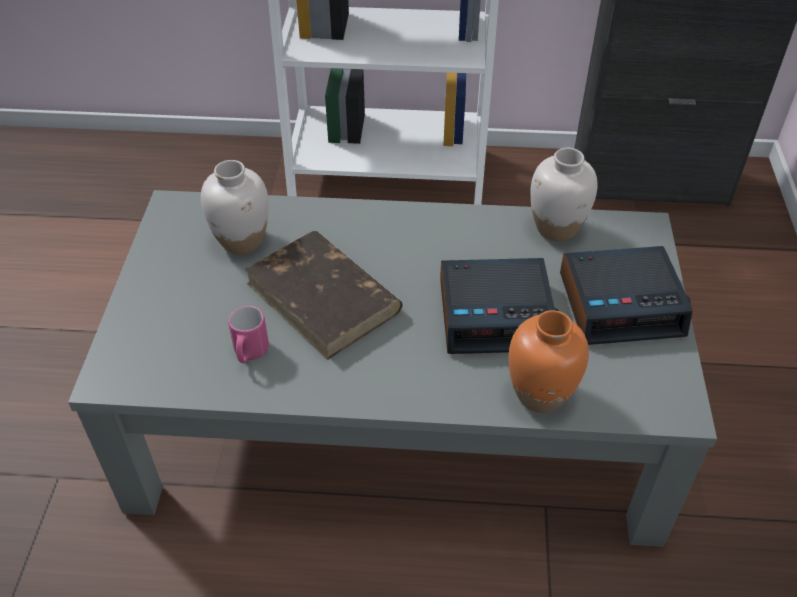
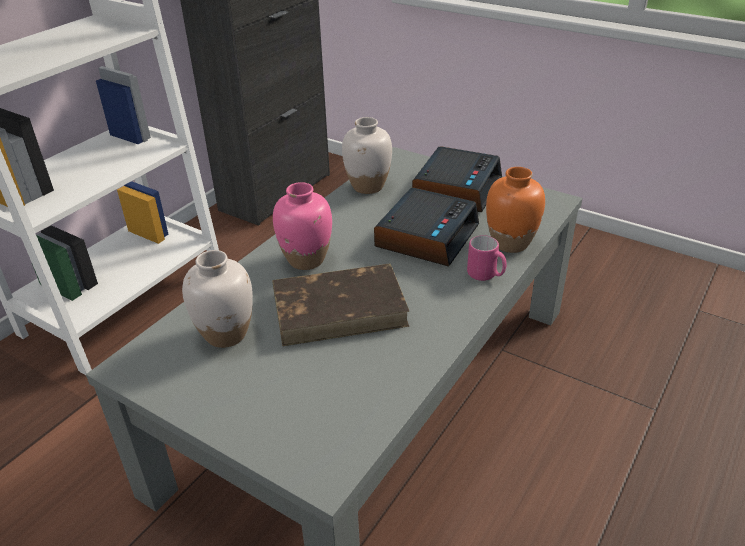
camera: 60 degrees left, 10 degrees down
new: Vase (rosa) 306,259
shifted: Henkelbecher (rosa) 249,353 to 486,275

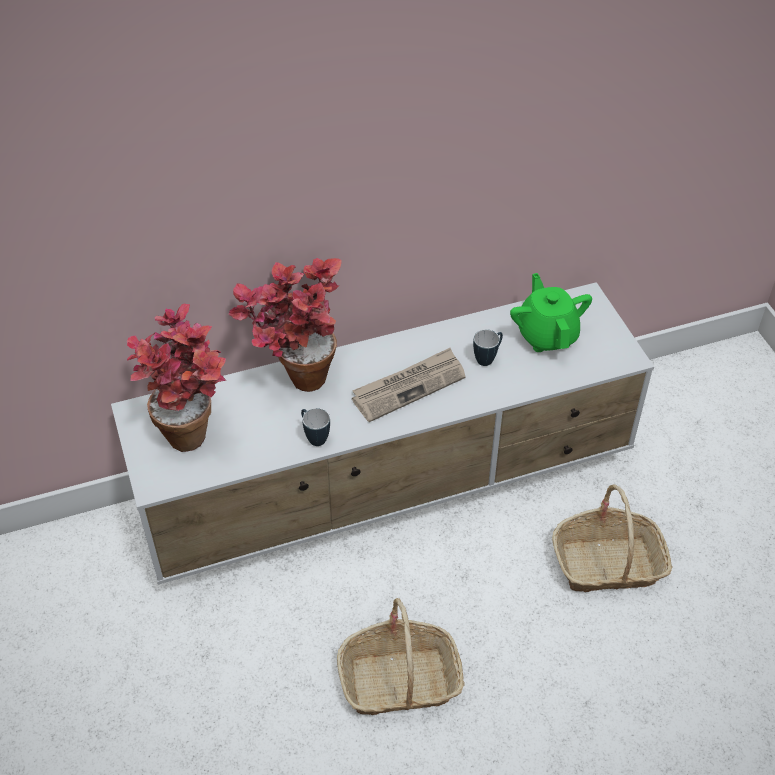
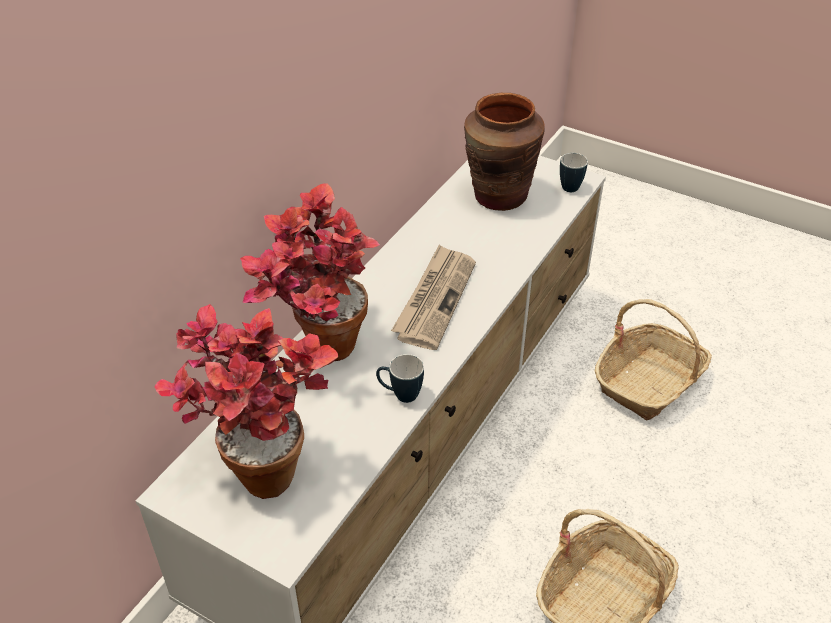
camera: 40 degrees left, 5 degrees down
shifted: Henkelbecher 488,358 to 570,185
swapped: Teekanne (grün) 547,335 to Vase (braun) 499,196

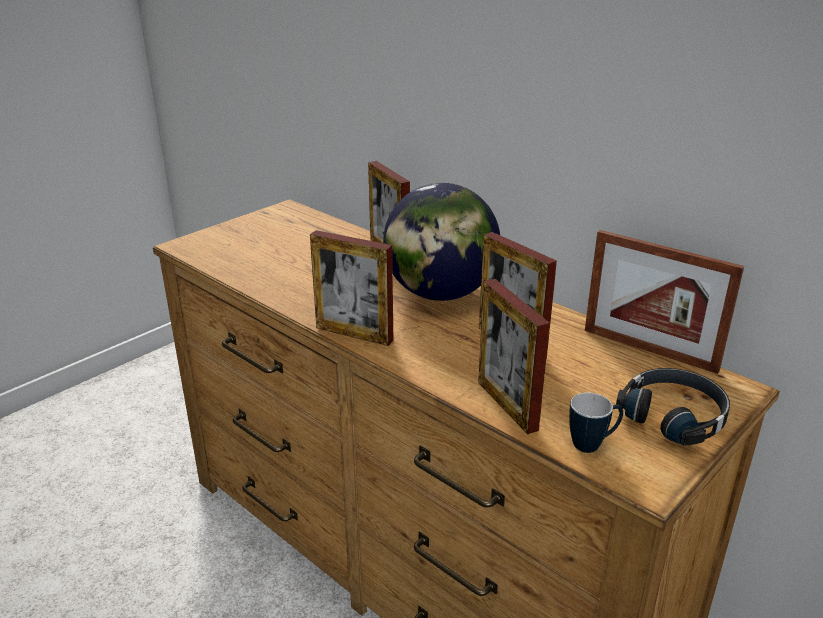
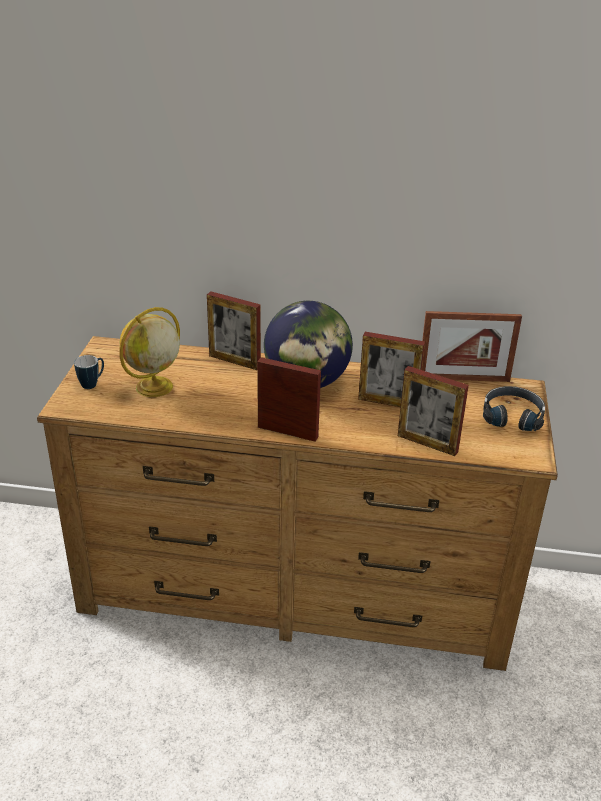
camera: 35 degrees left, 5 degrees up
new: Globus 153,387
shifted: Henkelbecher 593,444 to 92,384
rotated: Bilderrahmen 354,334 = 287,432 150 degrees counterclockwise

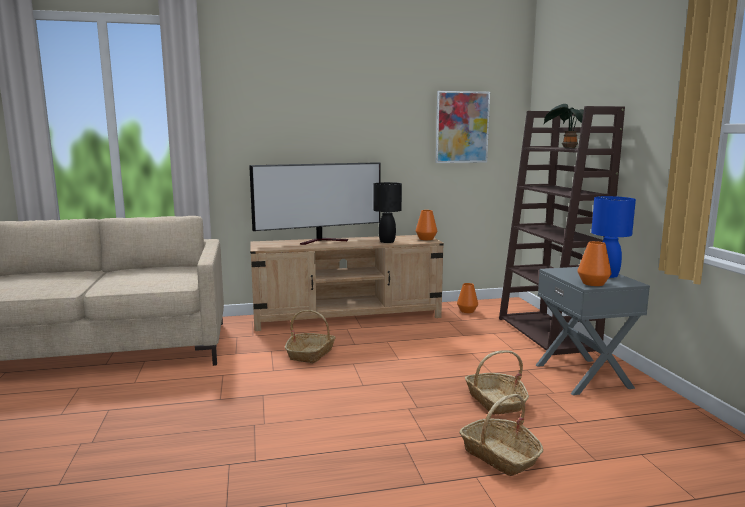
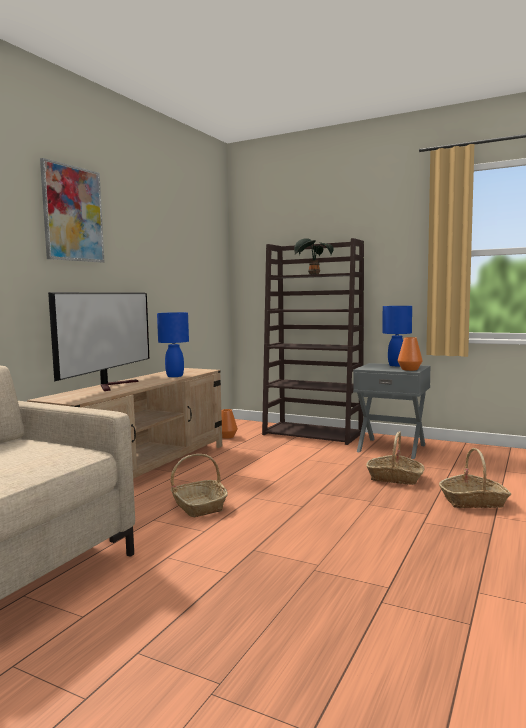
camera: 50 degrees left, 5 degrees down
gone: Vase (orange) 426,239
shifted: Bild 462,127 to 72,214
repainted: Tischlampe (schwarz) 387,241 to Tischlampe (blau) 175,376

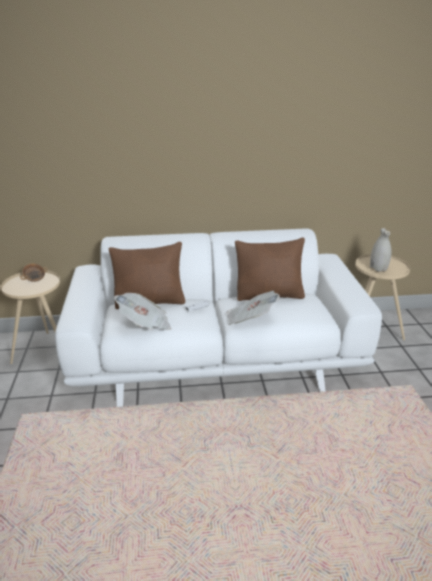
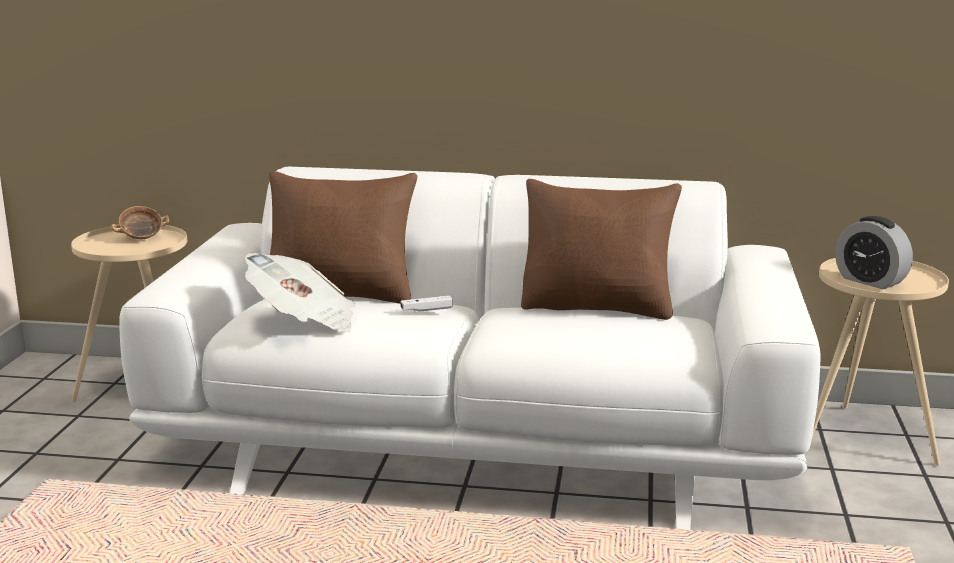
camera: 15 degrees right, 10 degrees down
gone: Zeitung 250,319
swapped: Vase (weiß) 378,269 to Wecker 870,281

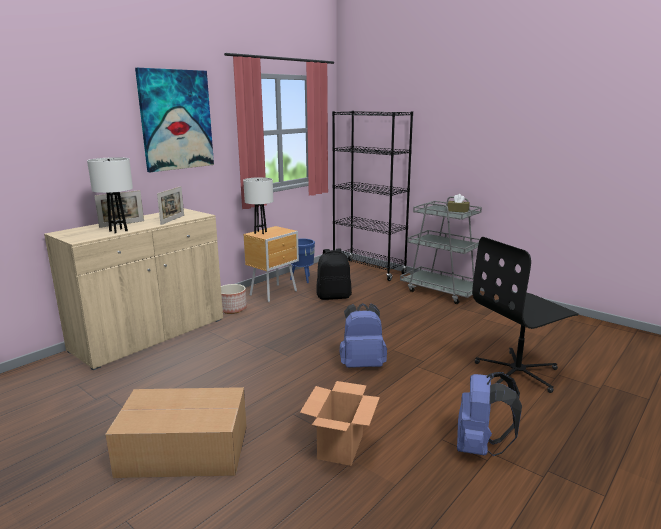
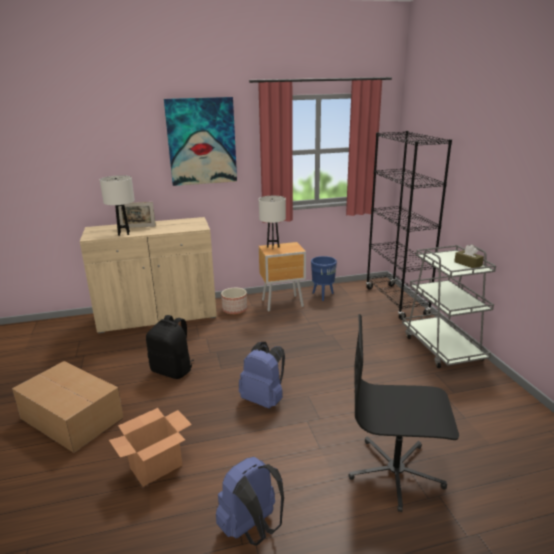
camera: 35 degrees right, 5 degrees up
gone: Bilderrahmen 172,220
shifted: Rucksack (schwarz) 334,296 to 173,370

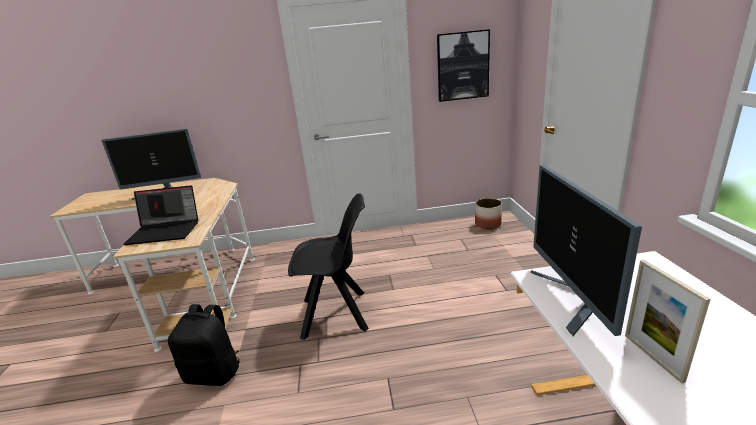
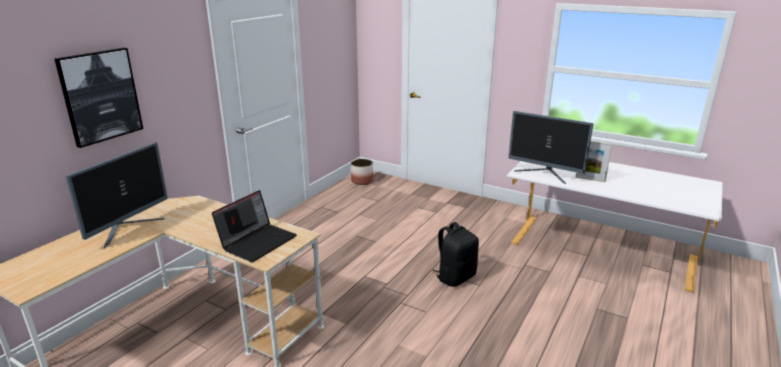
camera: 55 degrees left, 0 degrees up
gone: Stuhl (schwarz) 337,314
shifted: Rucksack (schwarz) 214,373 to 455,277; Bild 462,66 to 100,96

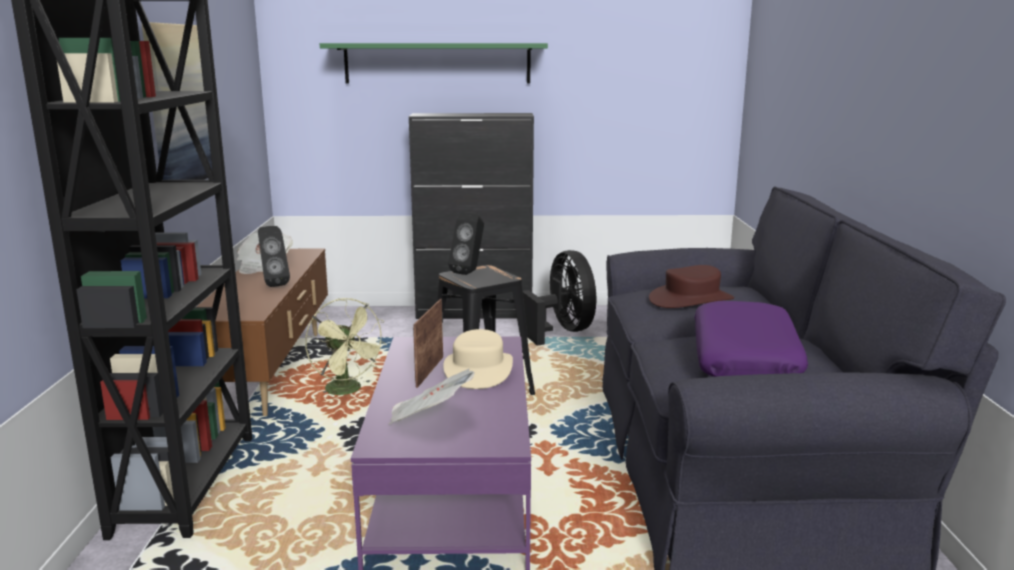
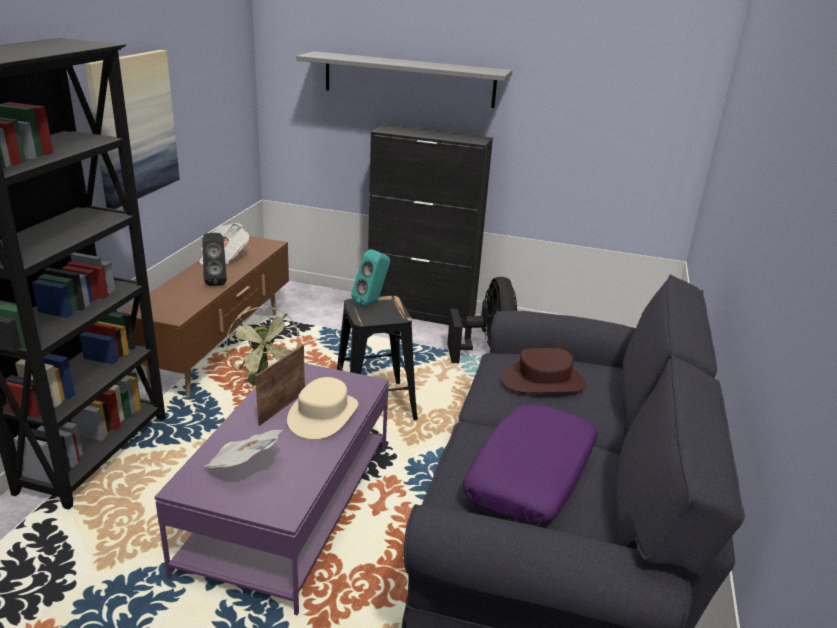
camera: 15 degrees right, 10 degrees up
repainted: Wandregal (grün) 437,63 to Wandregal (grau) 409,79; Lautsprecher (schwarz) 469,272 to Lautsprecher (türkis) 372,303

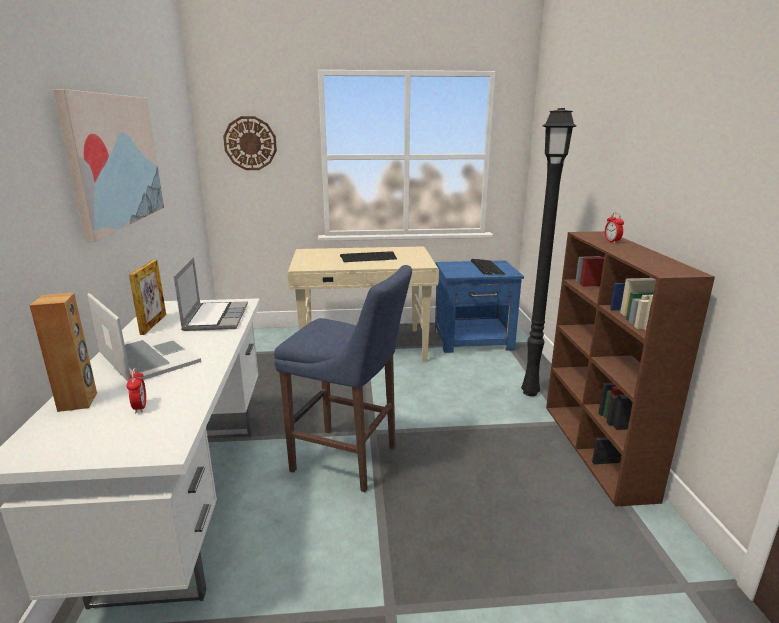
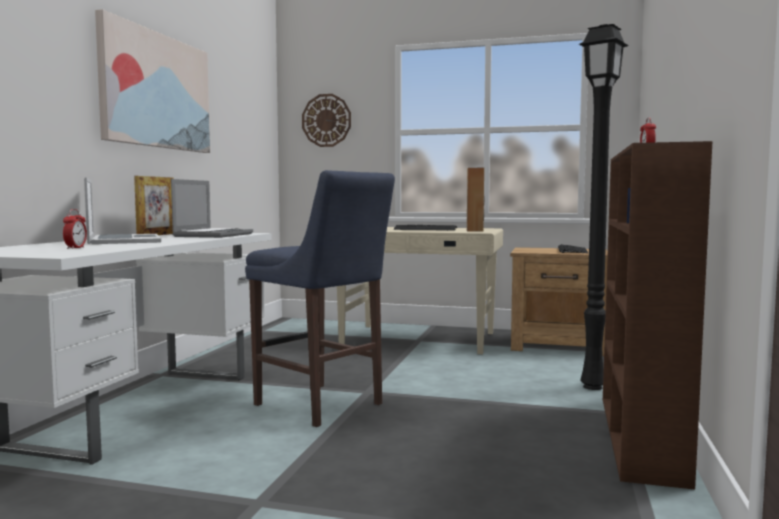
camera: 20 degrees right, 15 degrees down
shifted: Lautsprecher (braun) 78,402 to 475,231
repainted: Nachttisch (blau) 474,340 to Nachttisch (braun) 559,345

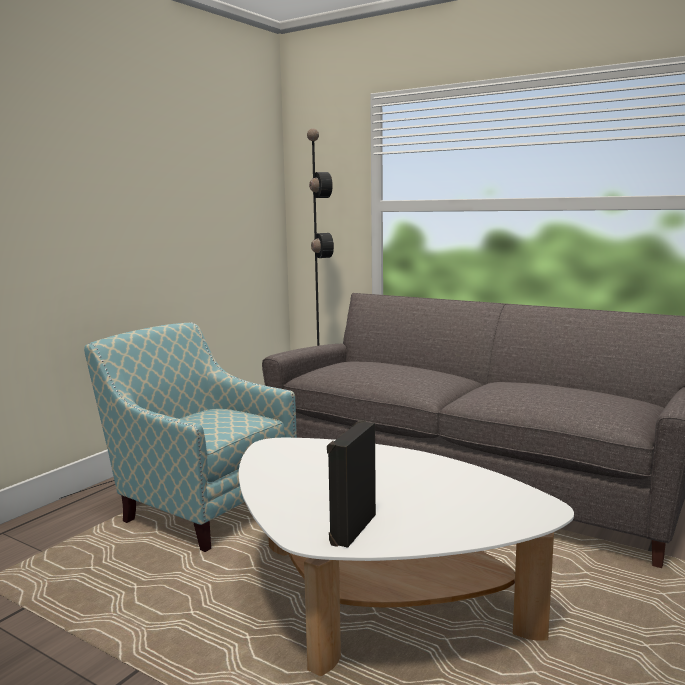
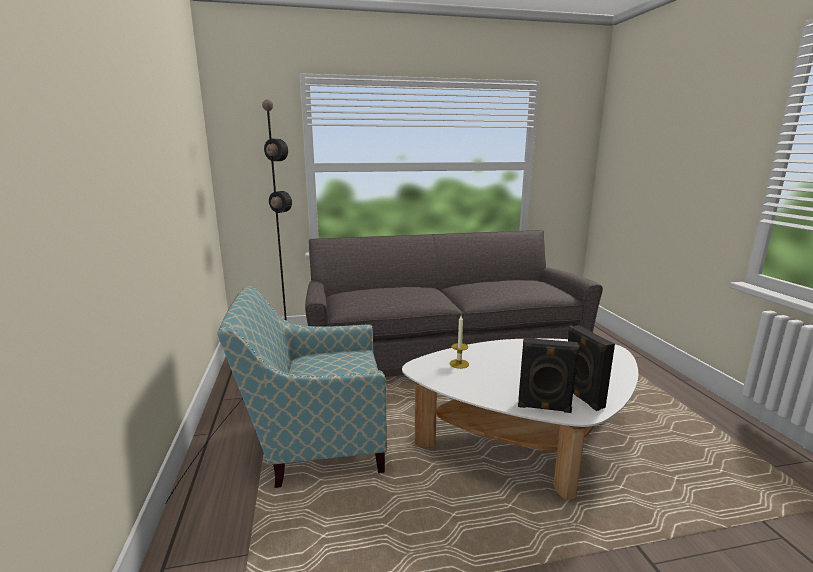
camera: 45 degrees left, 5 degrees up
new: Kerze 459,364; Lautsprecher (schwarz) 544,407

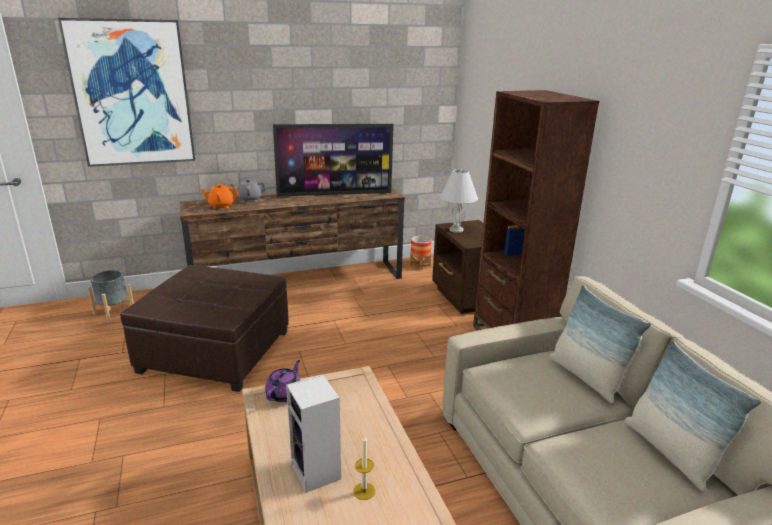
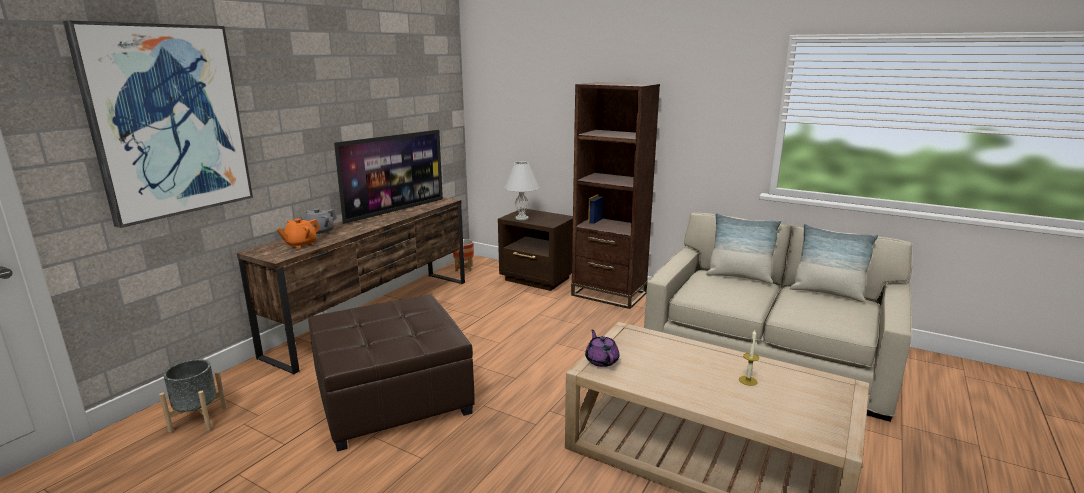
camera: 40 degrees left, 5 degrees down
gone: Lautsprecher 317,473

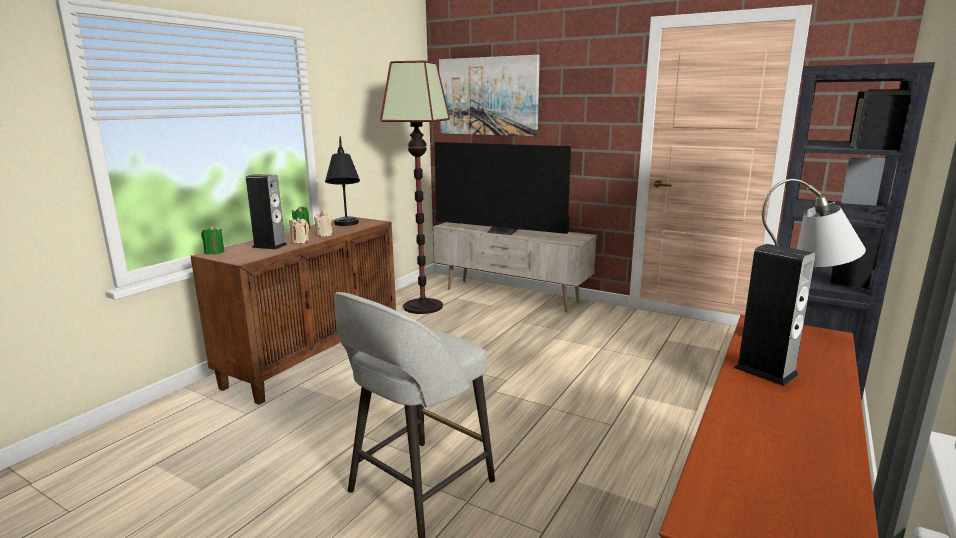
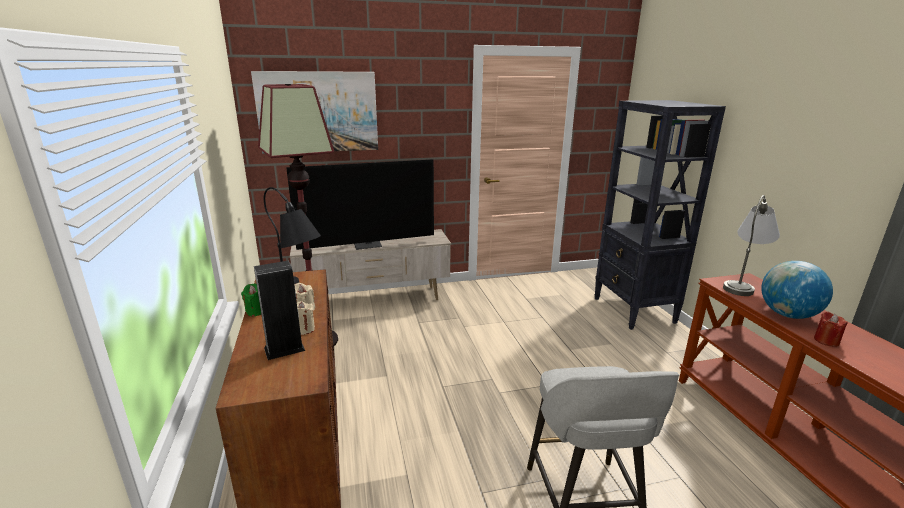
camera: 45 degrees left, 5 degrees up
gone: Kerze (grün) 214,252
new: Kerze (rot) 826,341
swapped: Lautsprecher 765,371 to Globus 787,314

